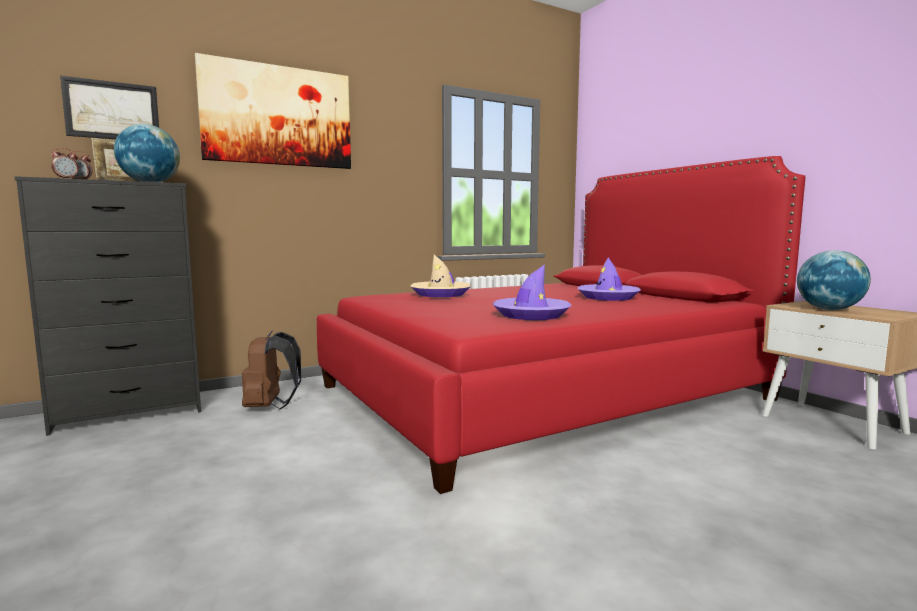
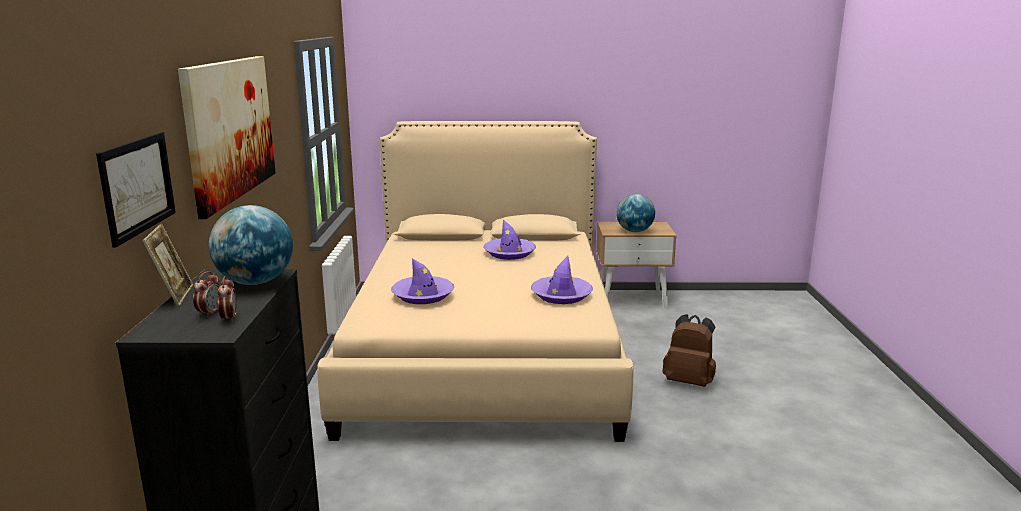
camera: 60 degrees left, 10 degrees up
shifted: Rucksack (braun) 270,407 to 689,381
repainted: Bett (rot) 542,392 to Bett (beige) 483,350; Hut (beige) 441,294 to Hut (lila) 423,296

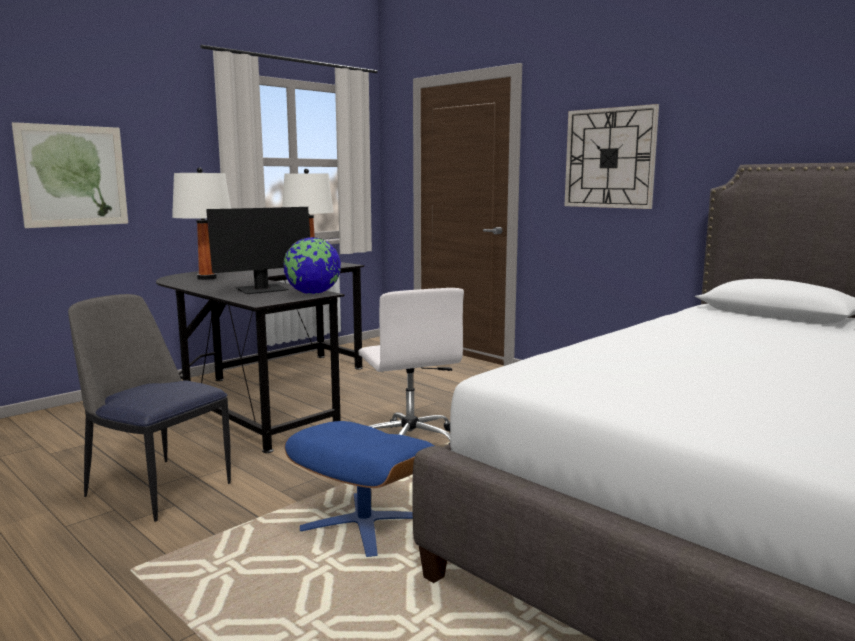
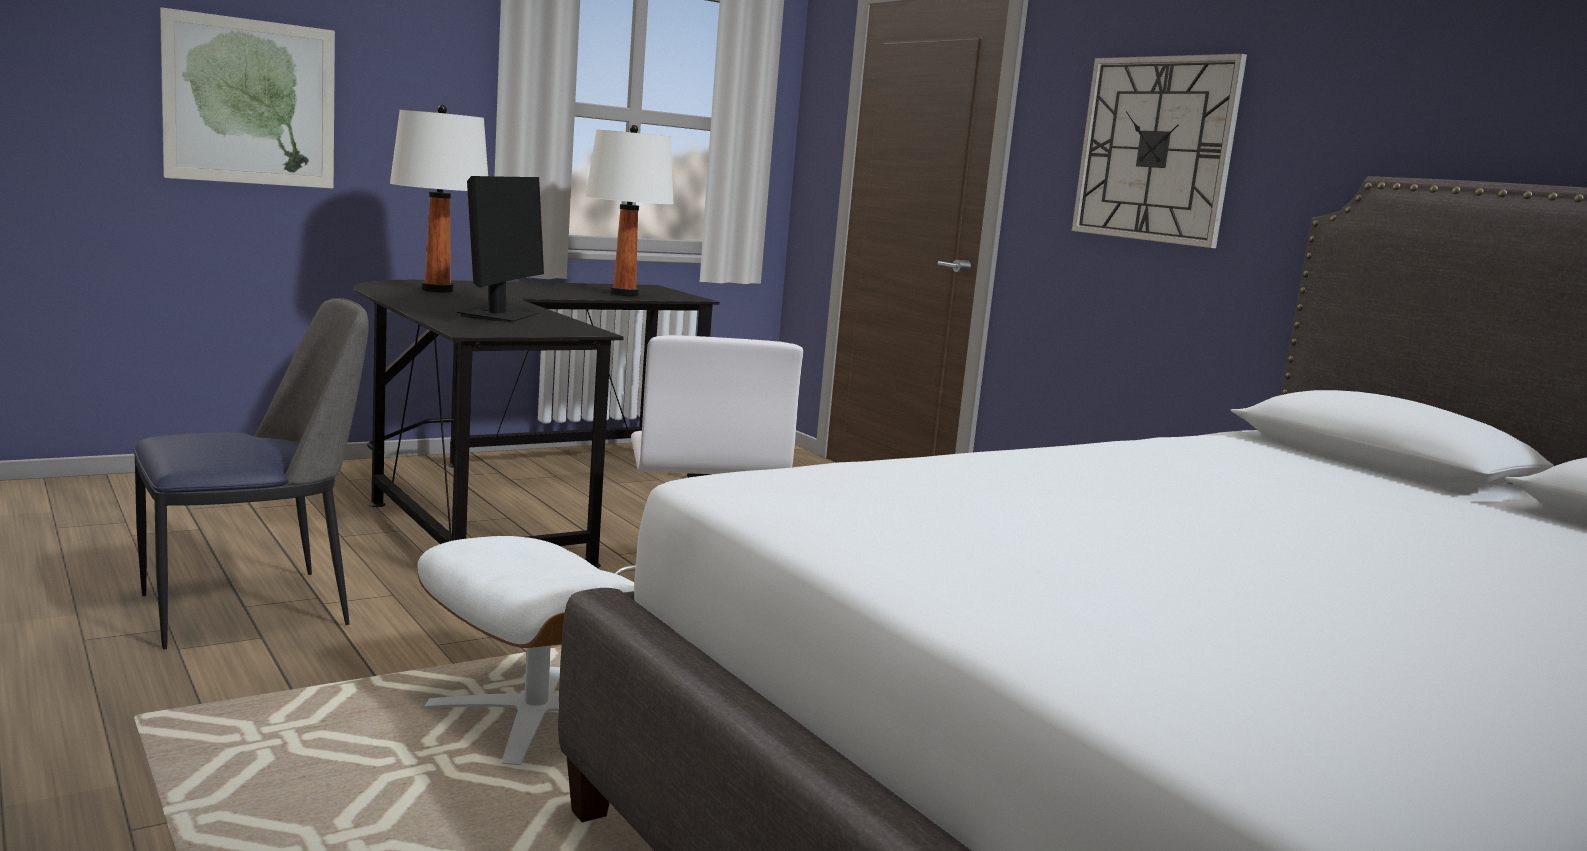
camera: 10 degrees right, 0 degrees up
gone: Globus 313,294
repainted: Polsterhocker (blau) 363,523 to Polsterhocker (weiß) 534,714
rotated: Stuhl 157,488 = 252,608 105 degrees clockwise; Monitor 262,290 = 498,315 60 degrees counterclockwise

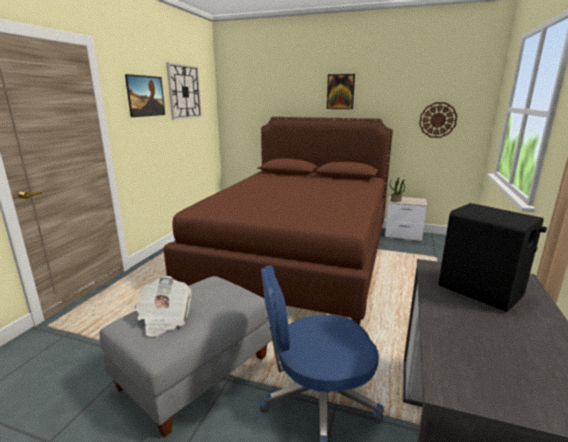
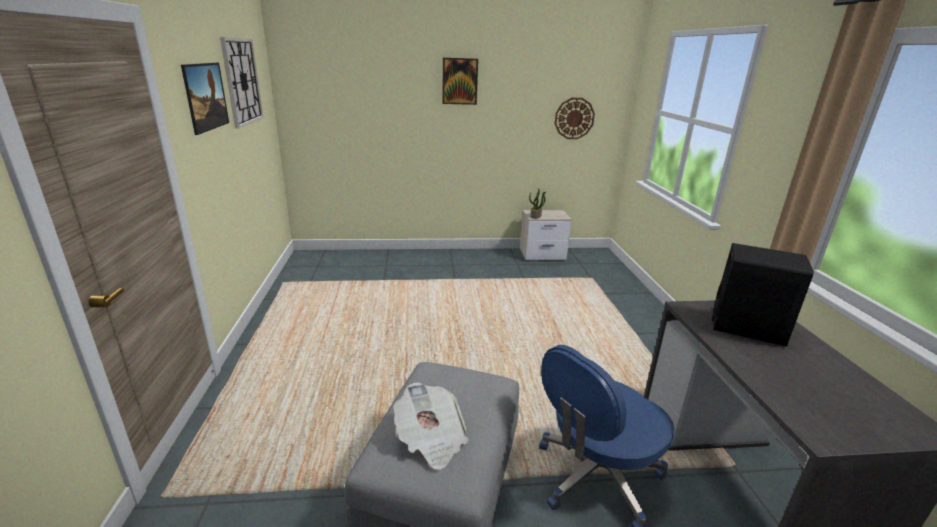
camera: 25 degrees left, 5 degrees up
gone: Bett (braun) 297,255

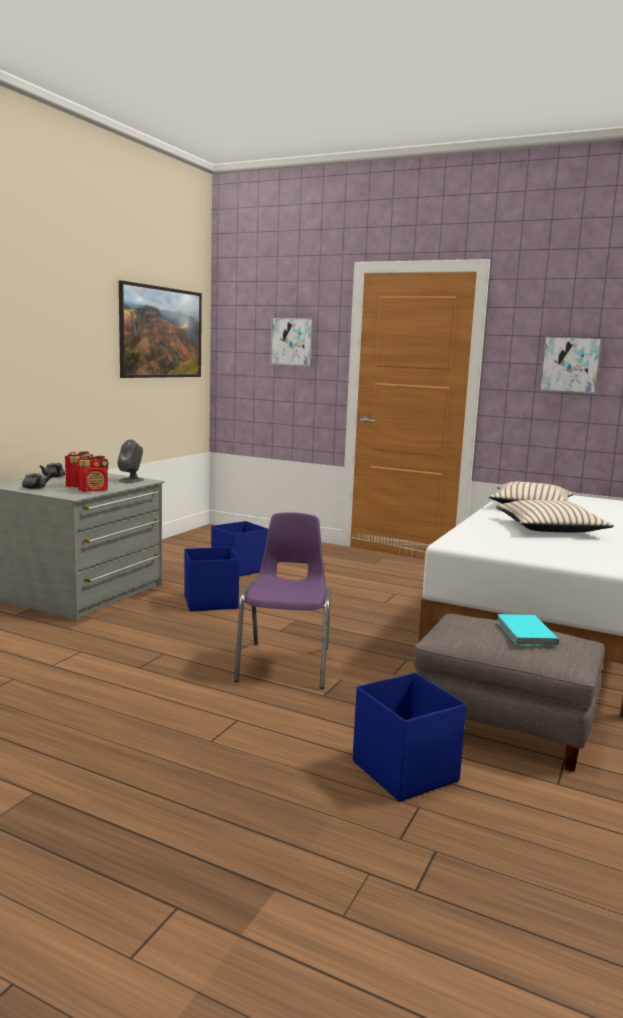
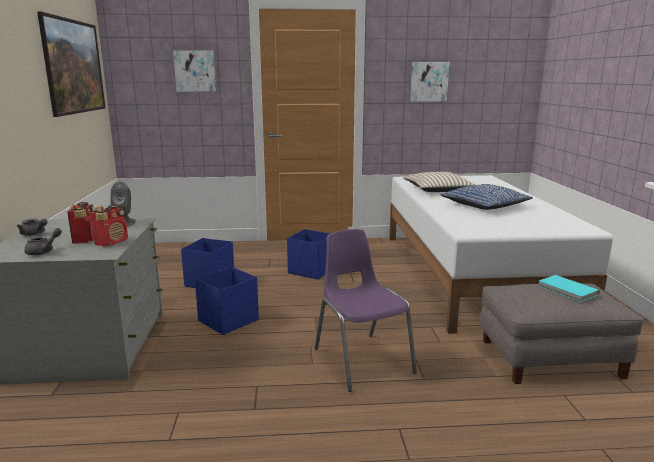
camera: 30 degrees left, 5 degrees up
shifted: Aufbewahrungsbox (blau) 404,770 to 311,271
repainted: Kissen (beige) 549,528 to Kissen (blau) 484,205

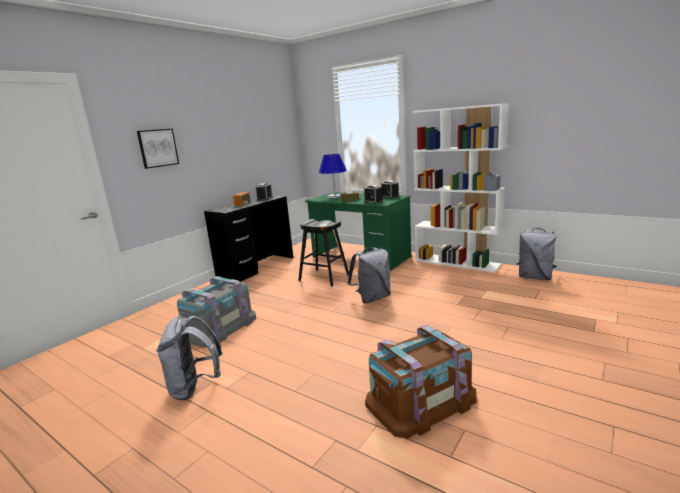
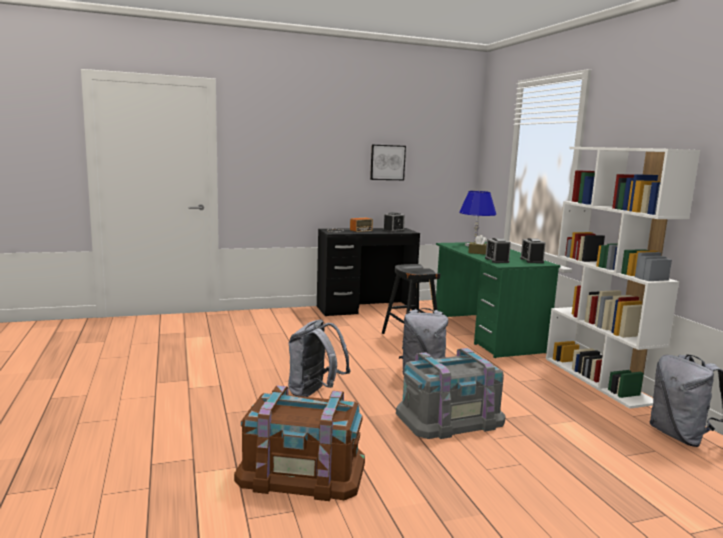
camera: 35 degrees right, 5 degrees down
shifted: Bild 158,148 to 387,162; Rucksack (grau) 195,387 to 314,393; Aufbewahrungsbox (grau) 219,326 to 449,417

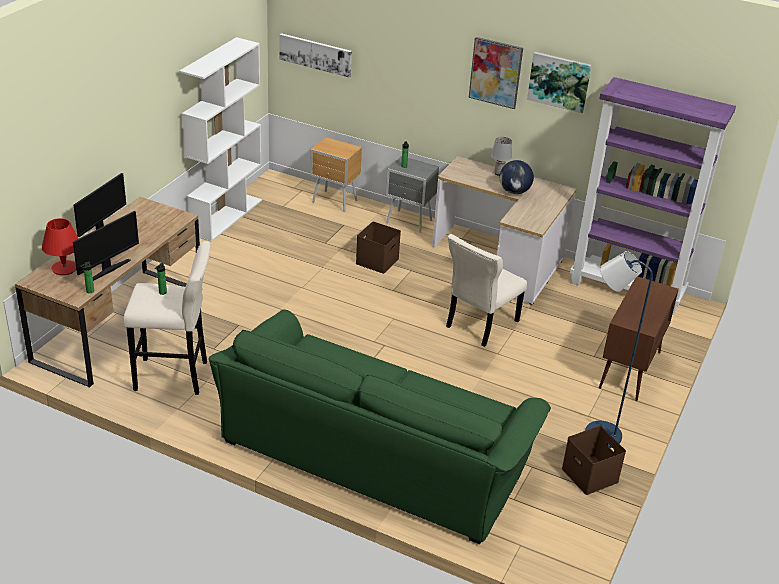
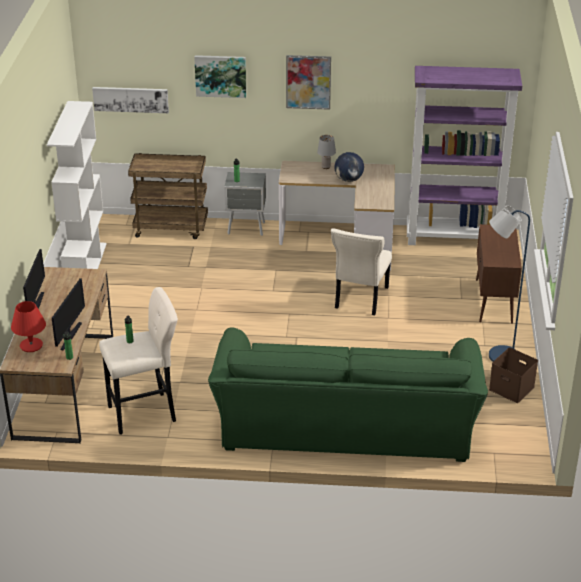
camera: 20 degrees left, 0 degrees up
gone: Aufbewahrungsbox (braun) 377,260
shifted: Bild 559,81 to 220,75
swapped: Nachttisch (braun) 335,202 to Rollwagen (braun) 171,228

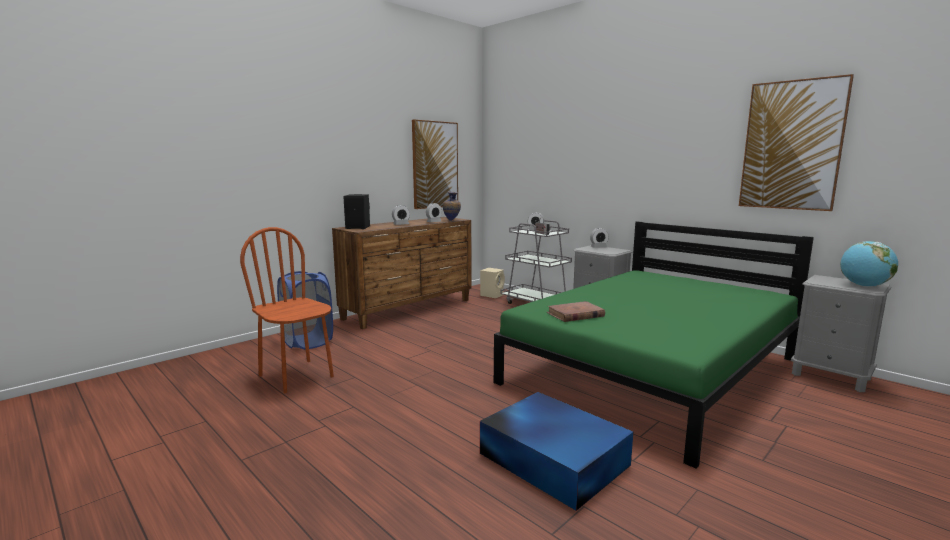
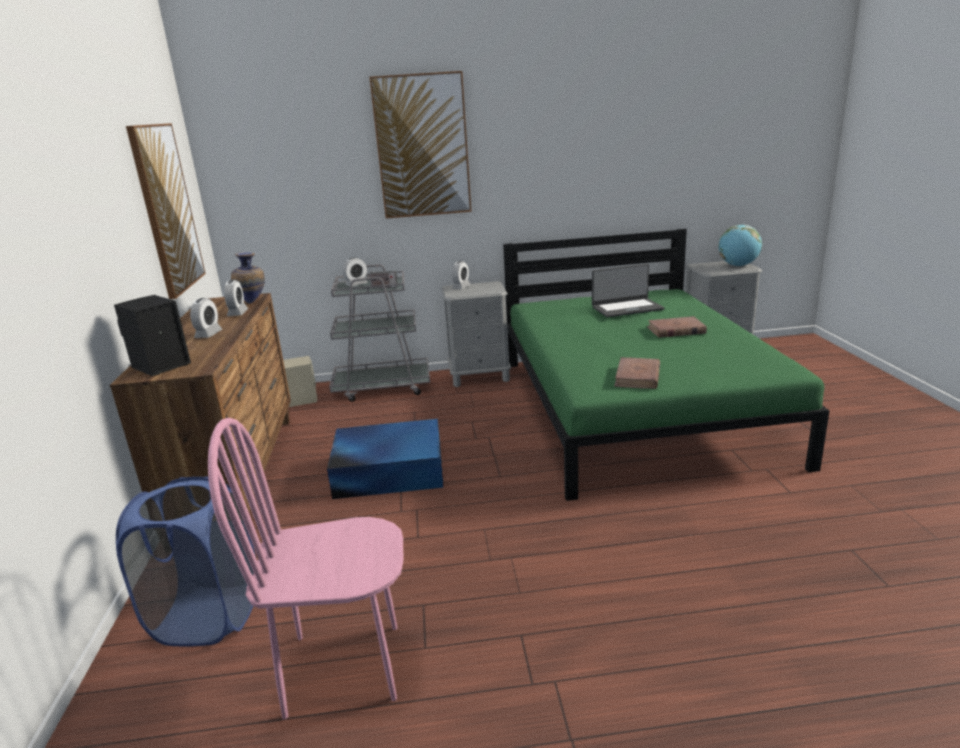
camera: 50 degrees left, 10 degrees up
new: Laptop 627,308; Buch (braun) 675,330
shifted: Aufbewahrungsbox (blau) 552,458 to 387,470; Bild 792,145 to 422,146
repainted: Stuhl (braun) 297,376 to Stuhl (rosa) 344,668

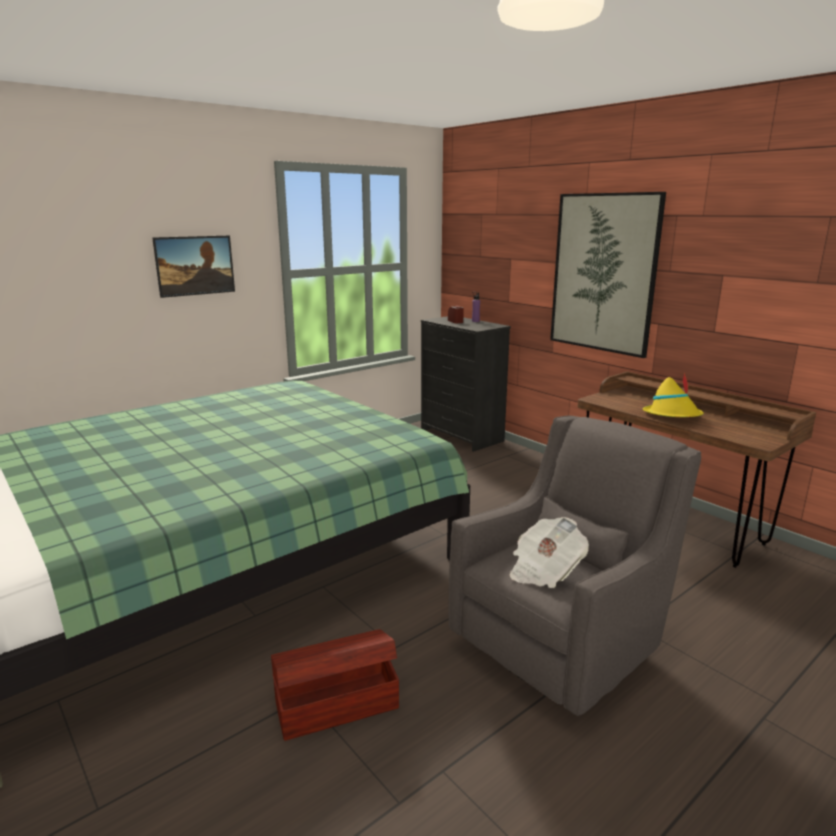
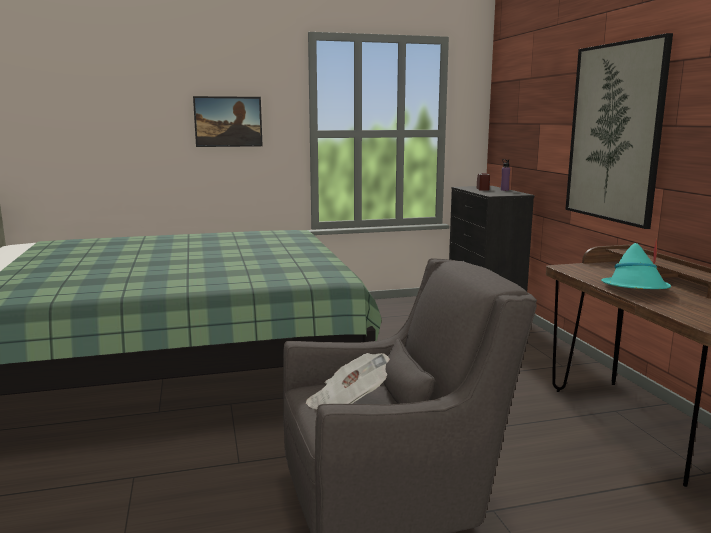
camera: 25 degrees right, 5 degrees down
gone: Aufbewahrungsbox (braun) 335,703
repainted: Hut (gelb) 672,415 to Hut (türkis) 636,289

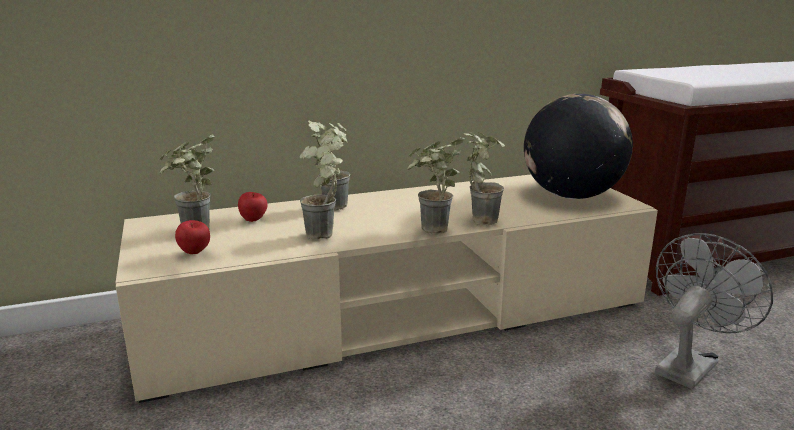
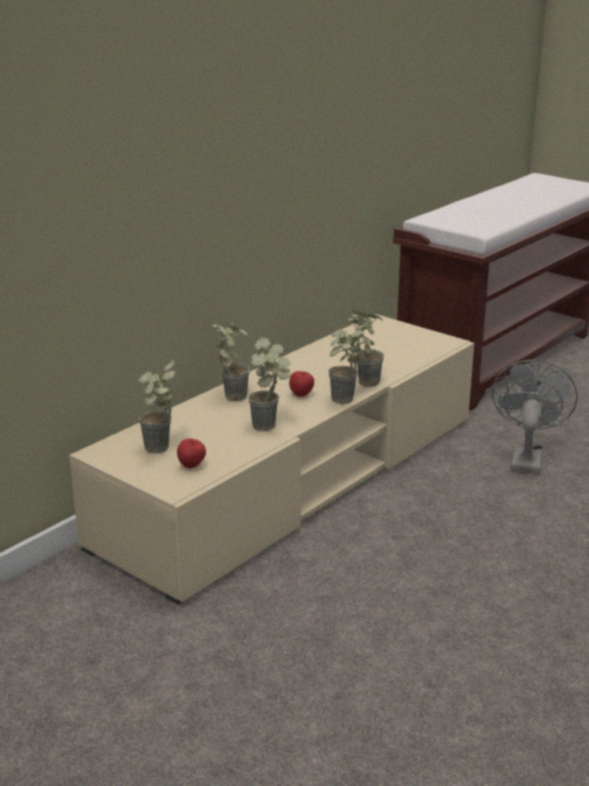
camera: 30 degrees left, 5 degrees up
gone: Globus 571,196
shifted: Apfel 254,221 to 301,395

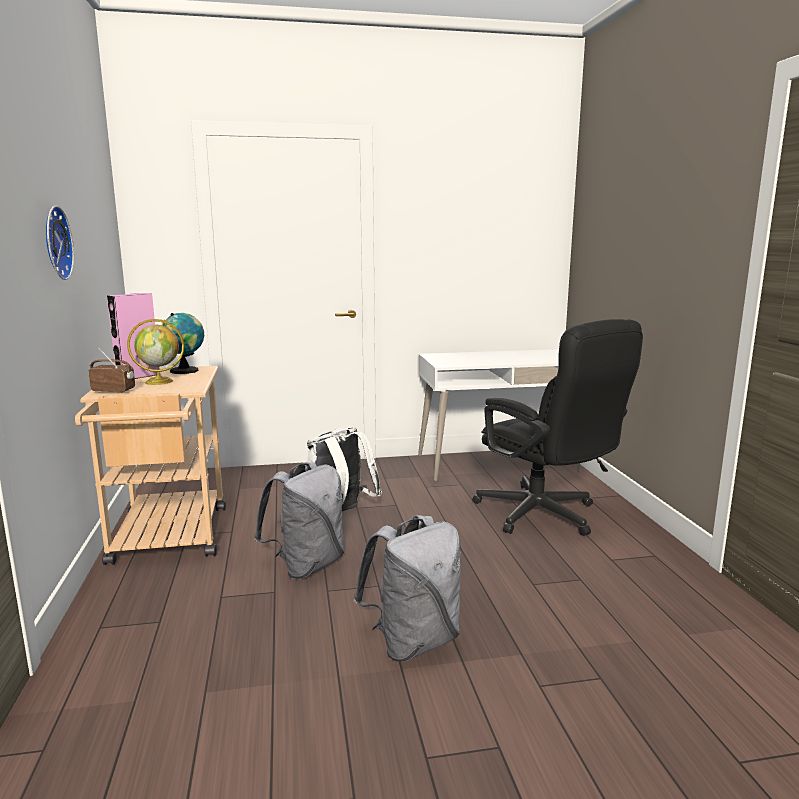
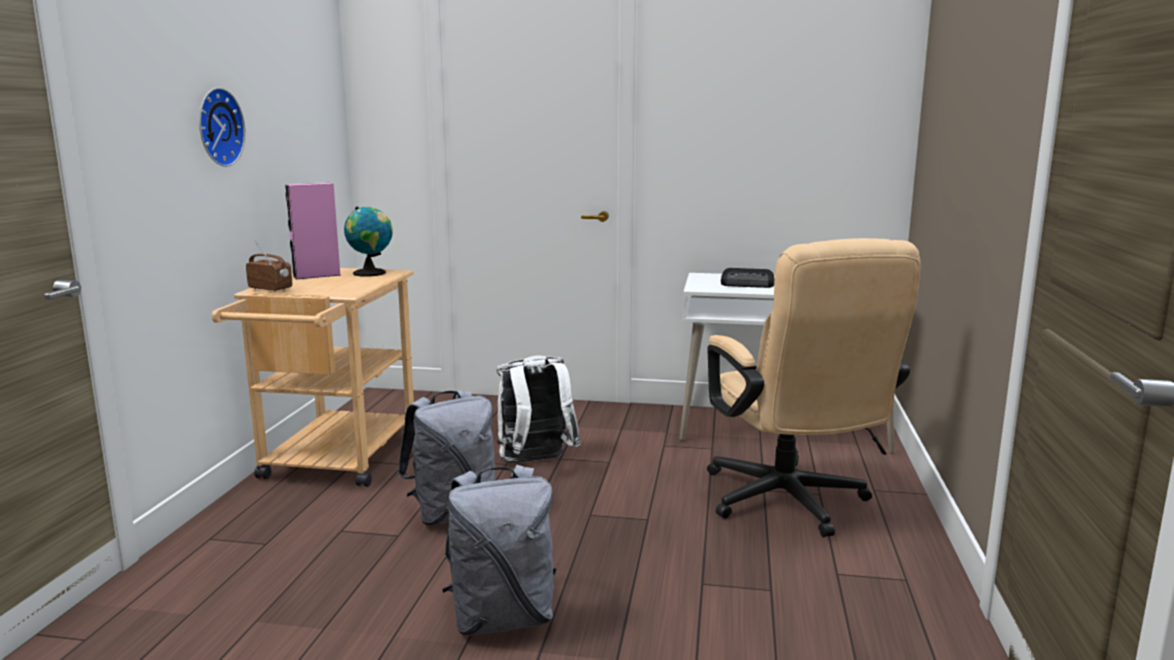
camera: 20 degrees right, 0 degrees up
gone: Globus 160,381
new: Radio 748,284
repainted: Bürostuhl (schwarz) 545,516 to Bürostuhl (beige) 791,505

